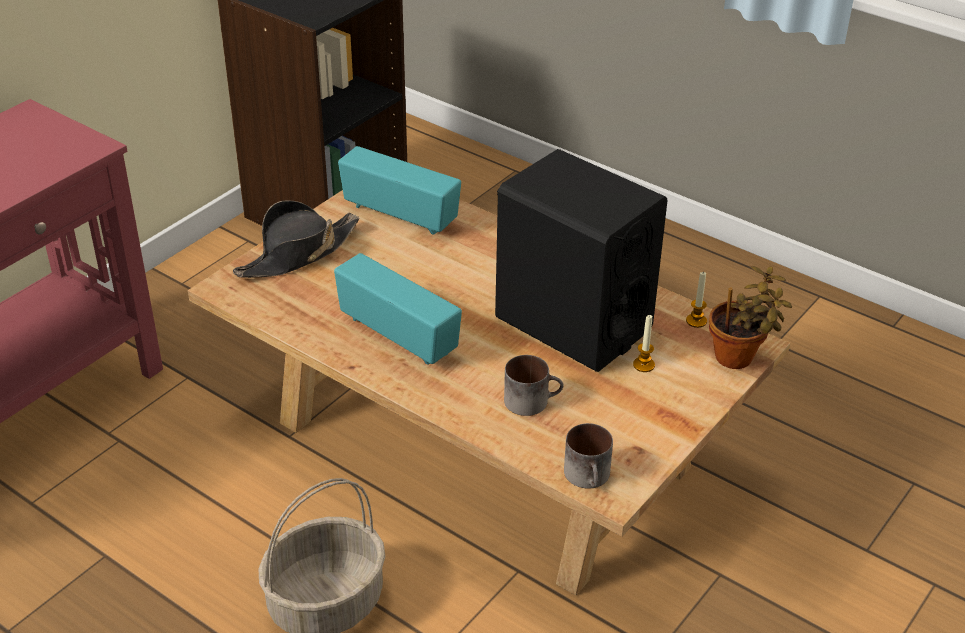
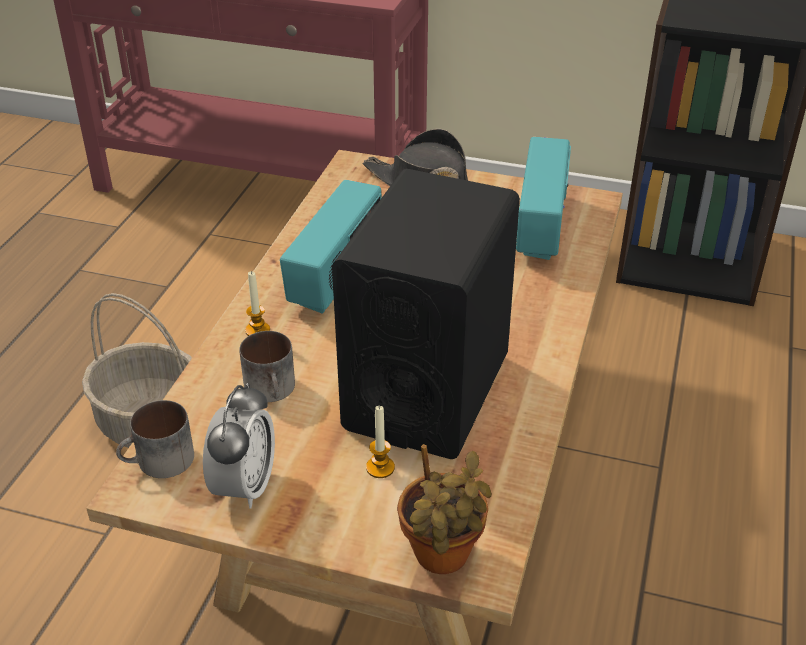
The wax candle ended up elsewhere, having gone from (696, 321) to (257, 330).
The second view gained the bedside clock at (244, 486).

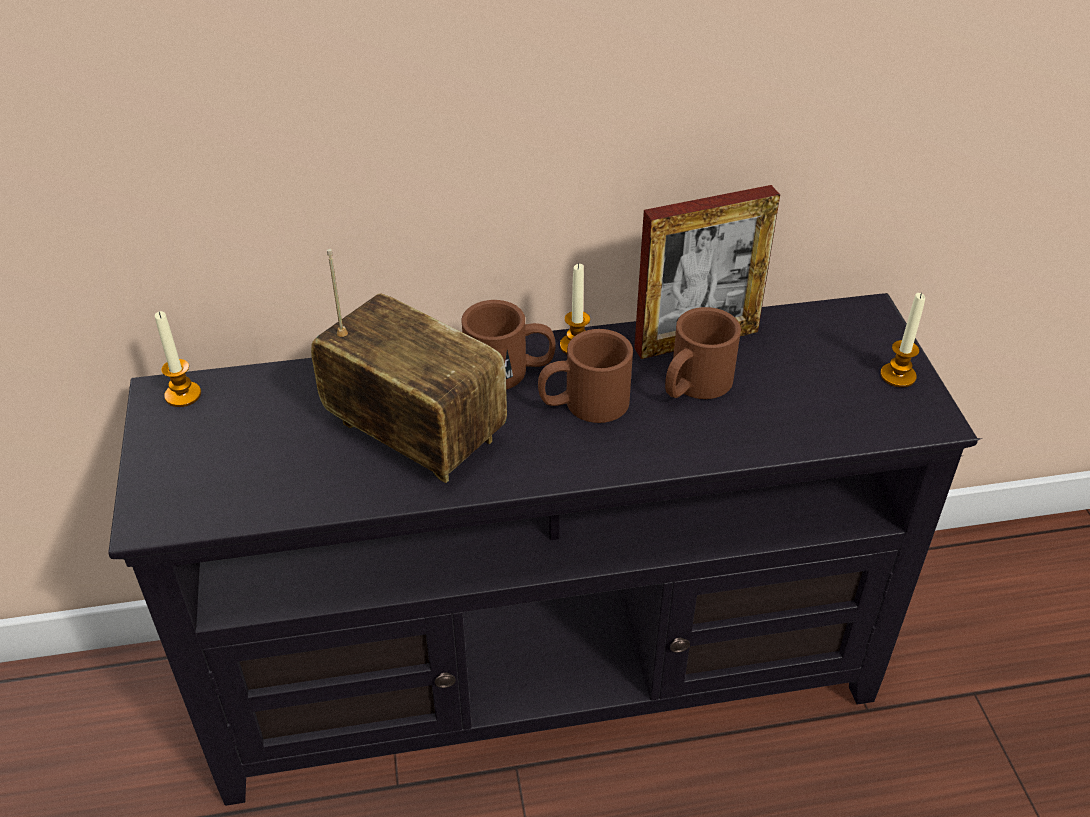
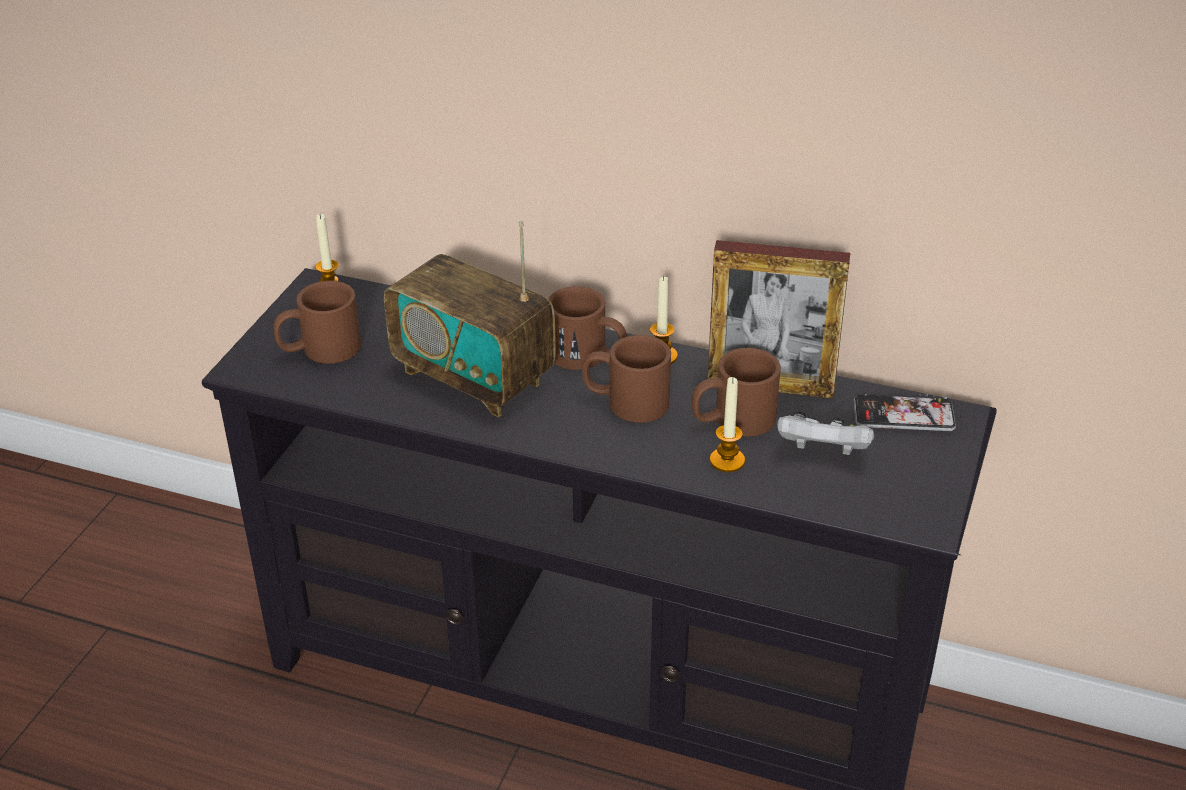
The radio at (415, 434) ended up facing another way, 150 degrees clockwise from before.
The wax candle ended up elsewhere, having gone from (898, 376) to (727, 461).
The second view gained the mug/brown at (319, 350).
The second view gained the phone at (903, 415).
The second view gained the game controller/white-coloured at (823, 453).

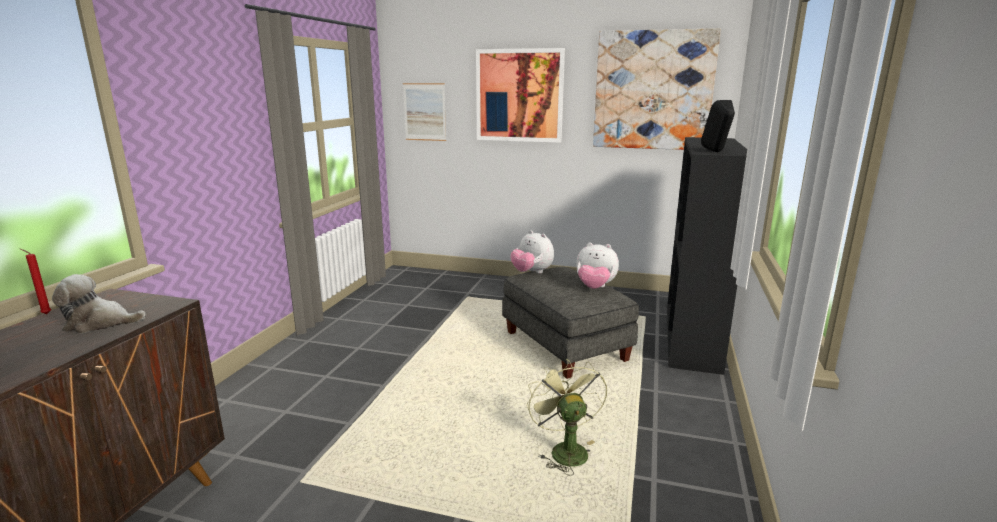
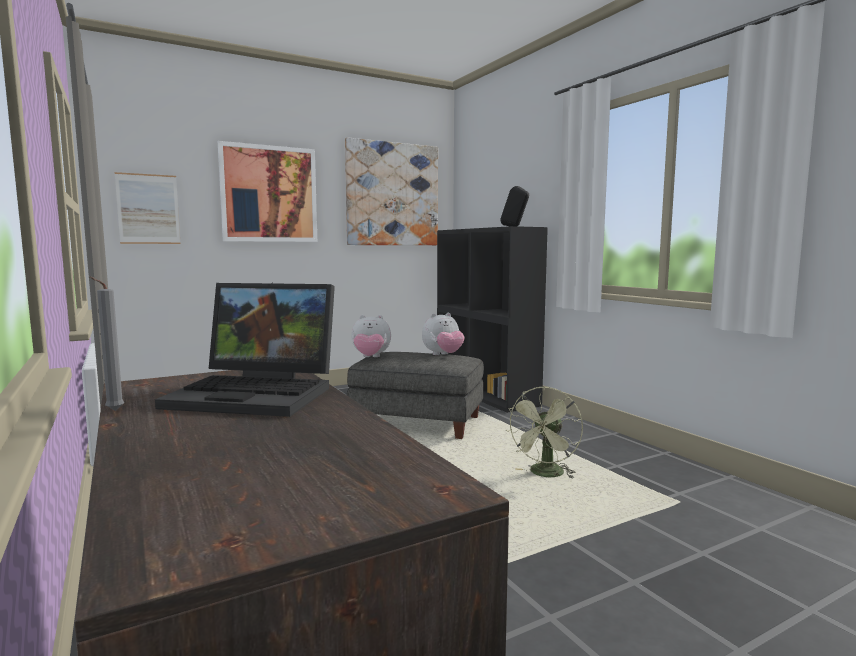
What was the wax candle/reddish at (45, 314) turned into the wax candle/grey at (112, 411).
Where the cuddly toy stood at (100, 323), the portable computer came to stand at (260, 394).
The electric fan/green-coloured at (564, 449) ended up facing another way, 90 degrees counterclockwise from before.

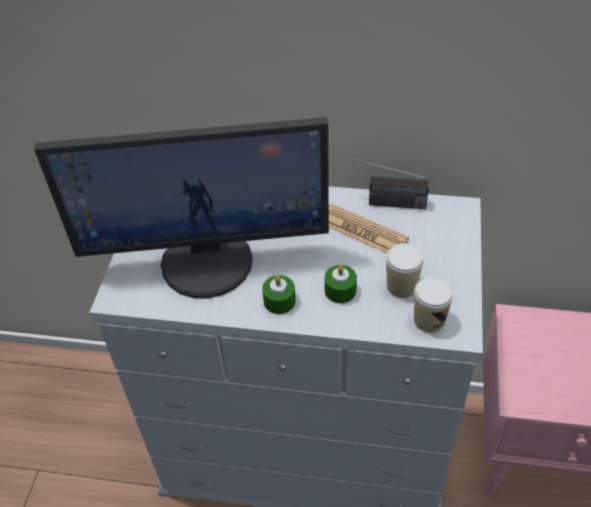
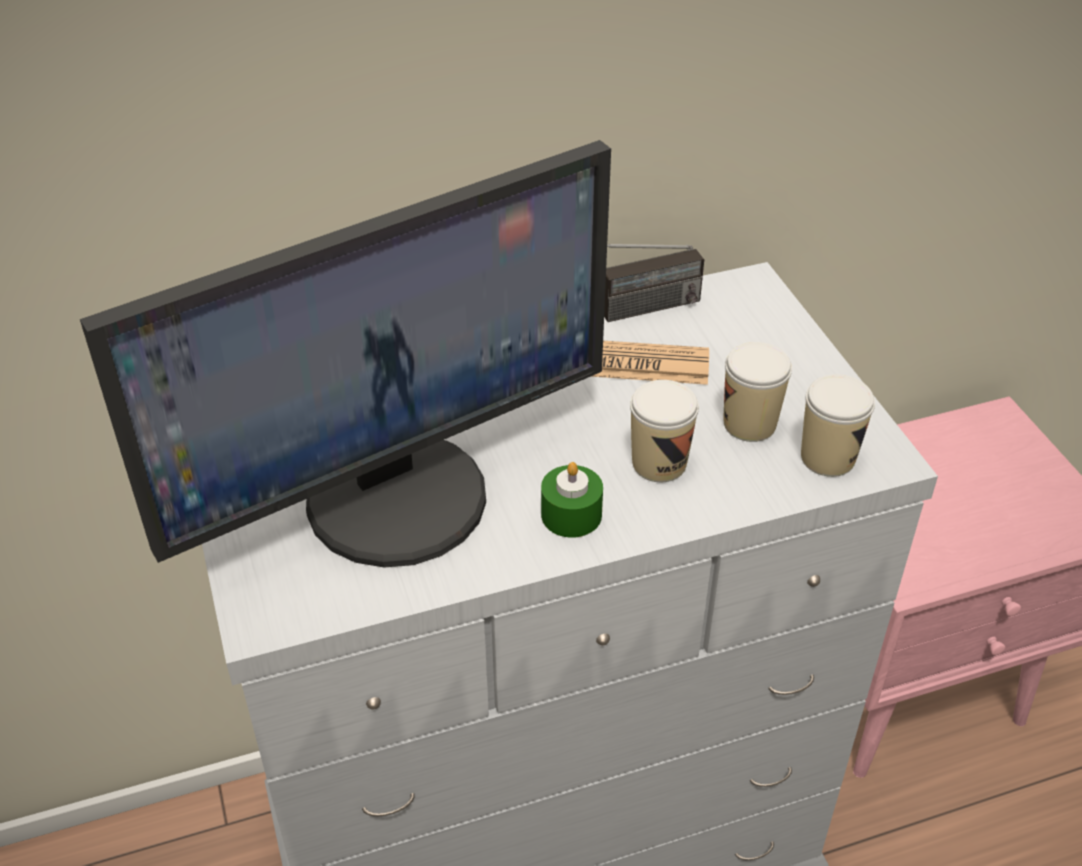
Where the wax candle/green-coloured stood at (340, 290), the small cup came to stand at (659, 463).

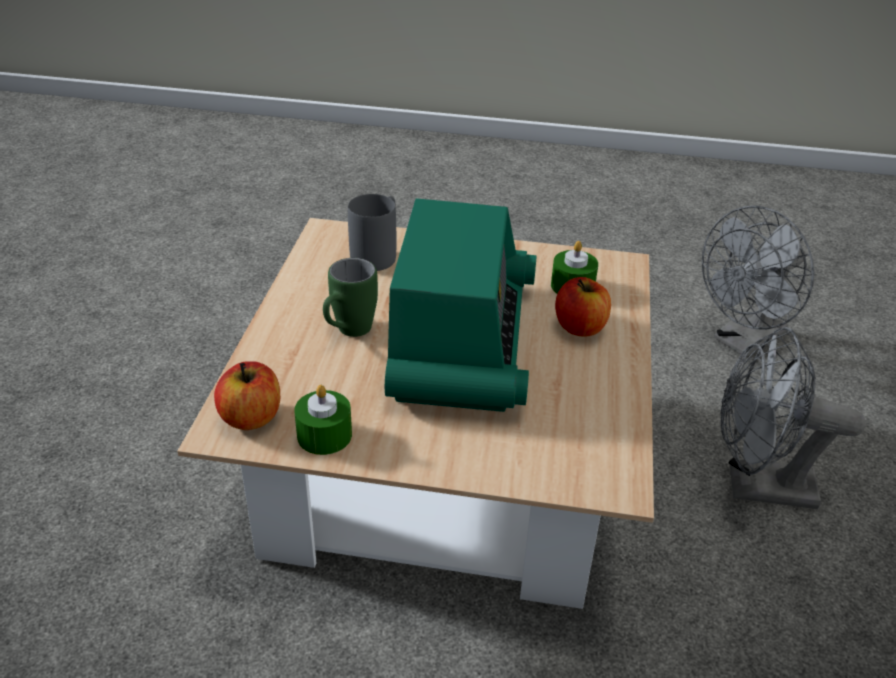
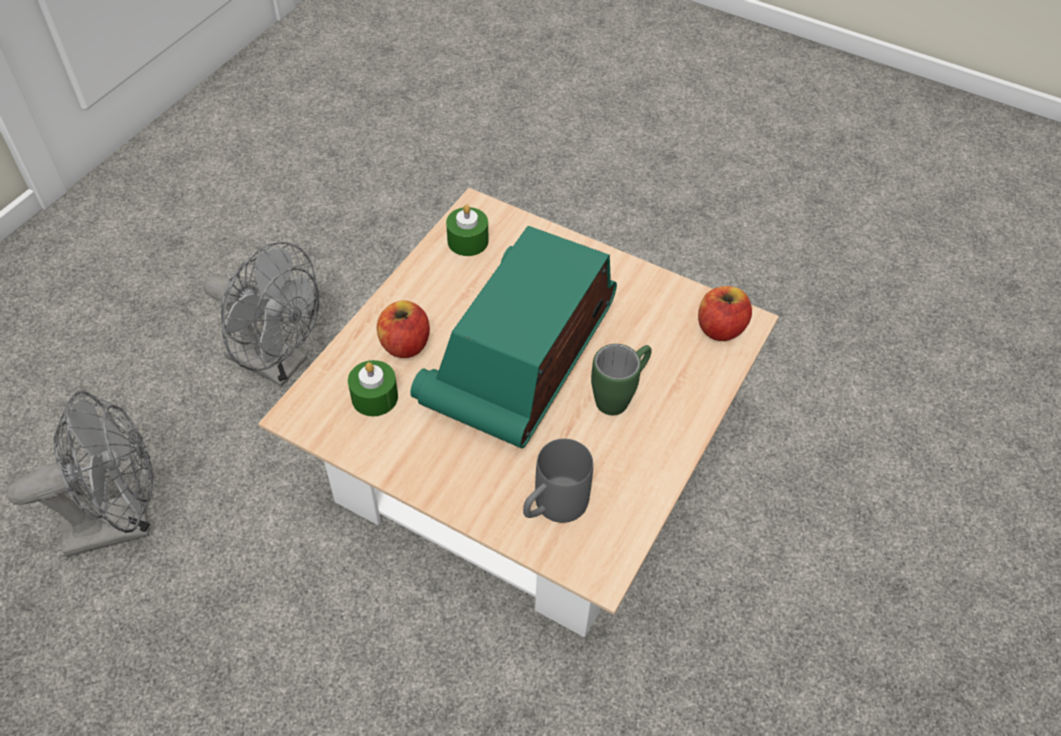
The wax candle/green-coloured ended up elsewhere, having gone from (324, 435) to (468, 241).

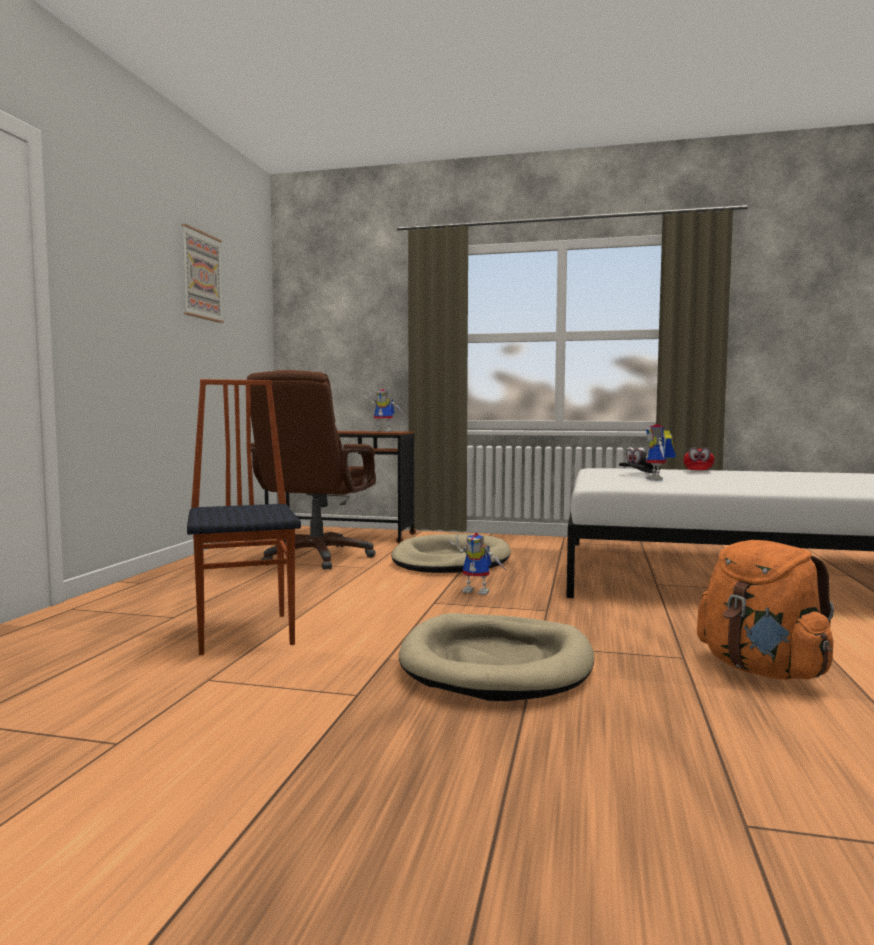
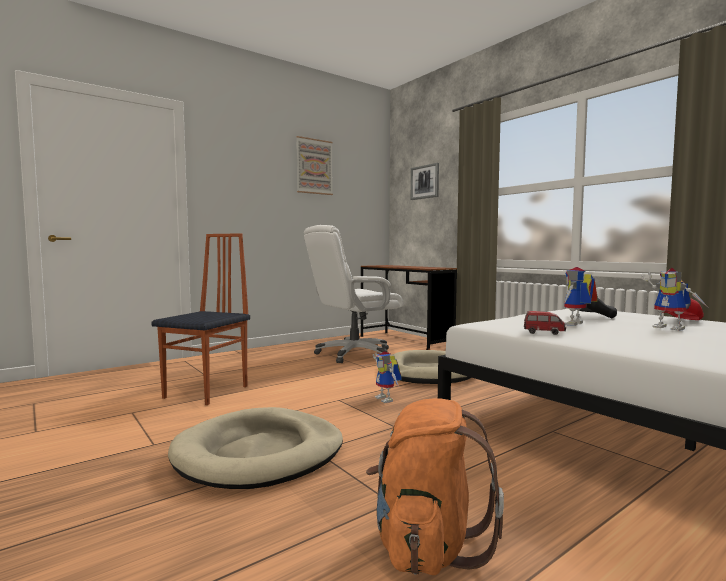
What was the desk chair/brown at (316, 557) turned into the desk chair/white-coloured at (353, 354).
The toy robot ended up elsewhere, having gone from (385, 431) to (672, 328).
The second view gained the wall art at (425, 182).
The second view gained the model car at (544, 333).

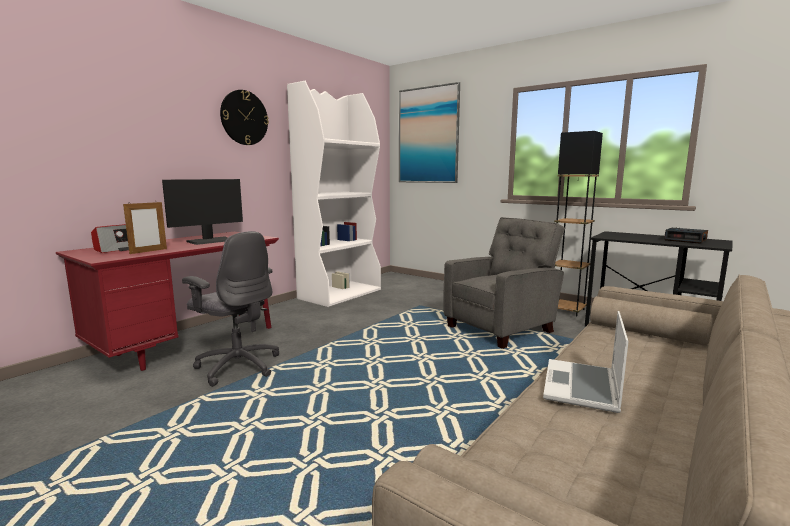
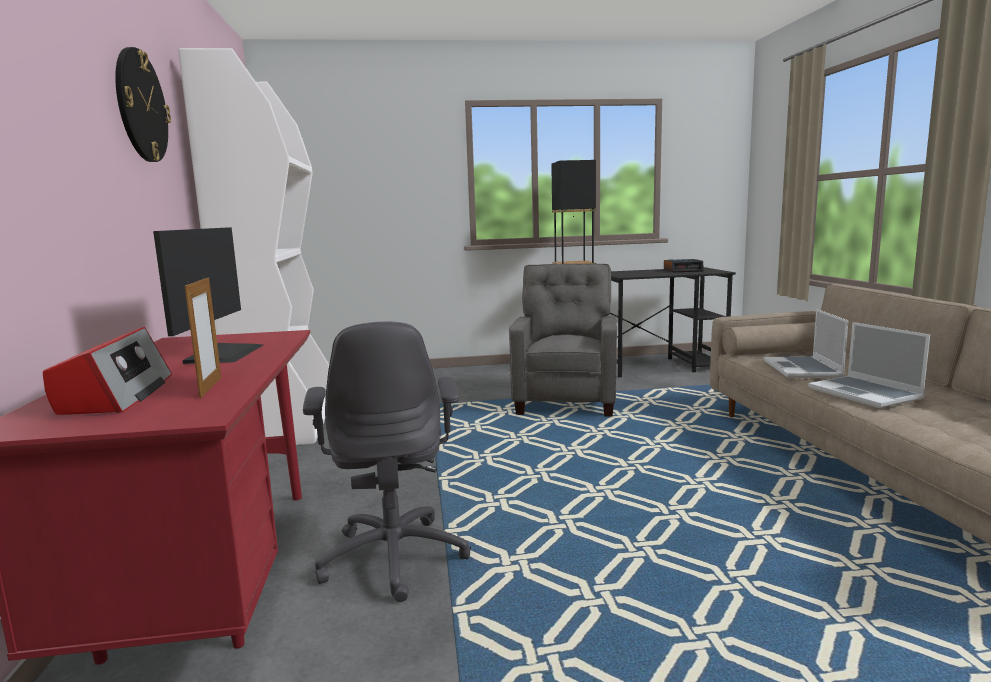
The second view lost the wall art at (428, 135).
The desk chair/grey at (238, 366) ended up facing another way, 90 degrees clockwise from before.
The second view gained the portable computer at (803, 369).

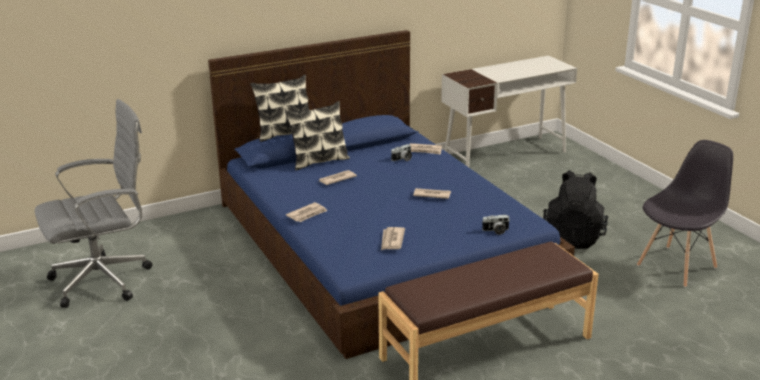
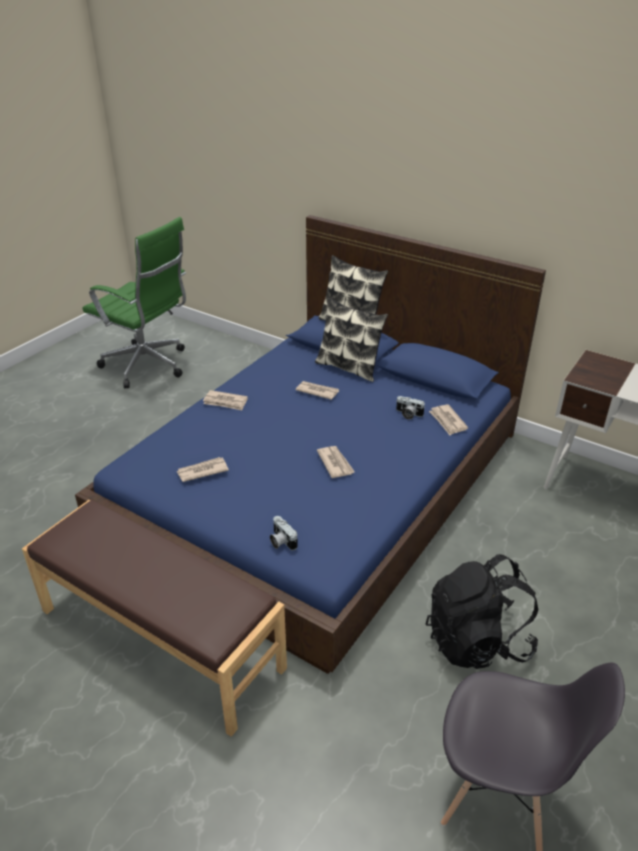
What was the desk chair/grey at (105, 280) turned into the desk chair/green-coloured at (148, 366).

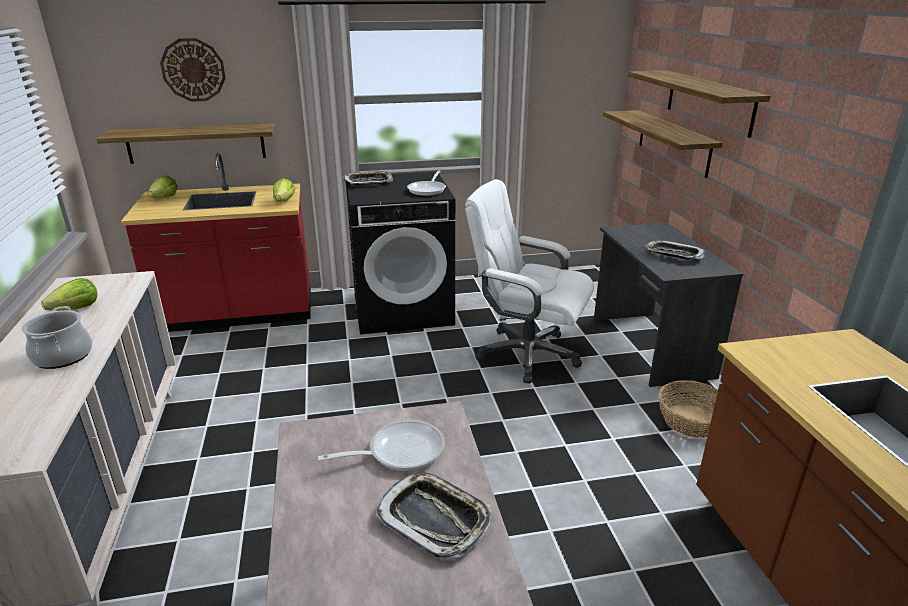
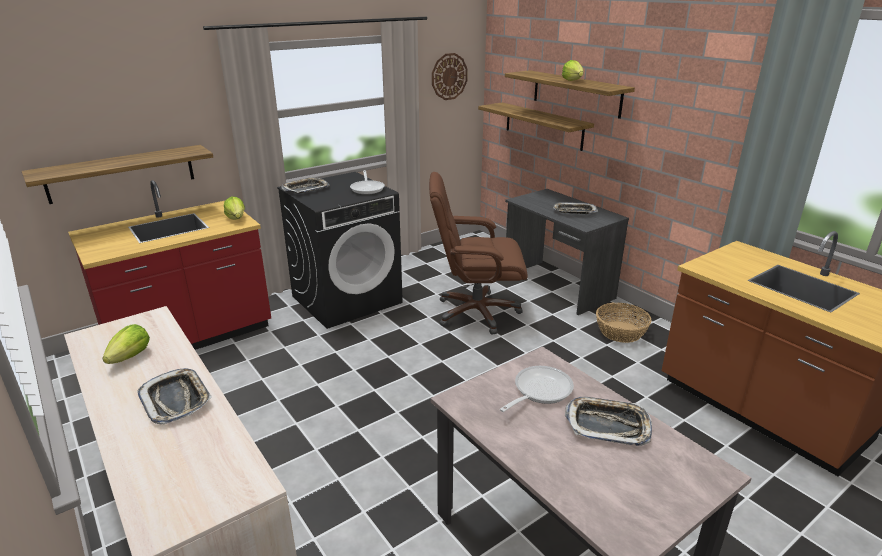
The clock on the wall ended up elsewhere, having gone from (193, 70) to (449, 76).
The lettuce head ended up elsewhere, having gone from (165, 198) to (572, 81).
What was the desk chair/white-coloured at (526, 354) turned into the desk chair/brown at (476, 312).
Where the cooking pot stood at (63, 356), the carrying tray came to stand at (176, 400).

